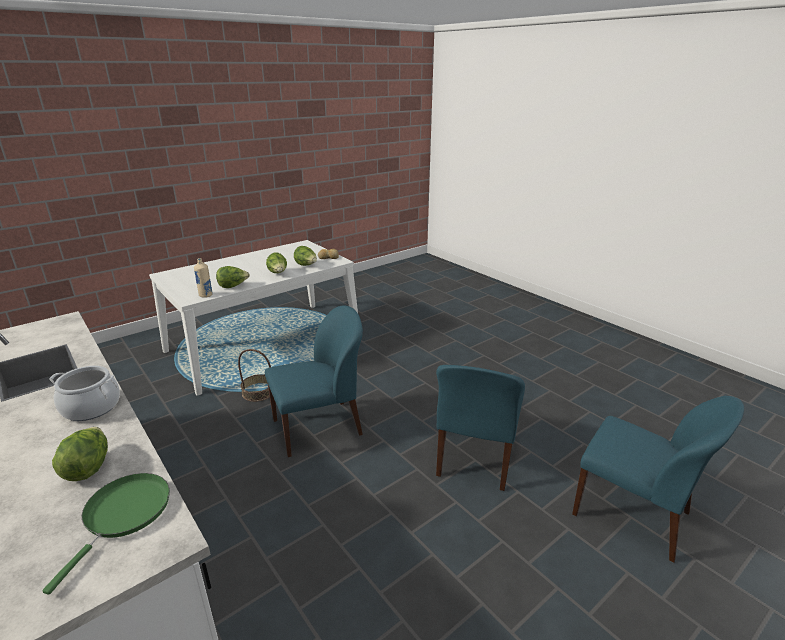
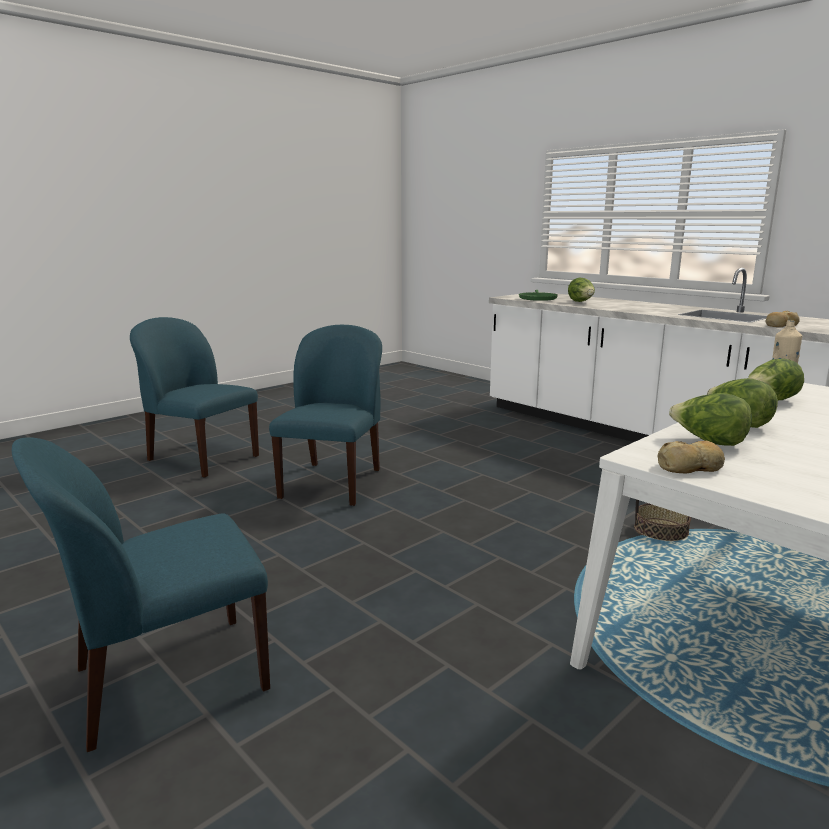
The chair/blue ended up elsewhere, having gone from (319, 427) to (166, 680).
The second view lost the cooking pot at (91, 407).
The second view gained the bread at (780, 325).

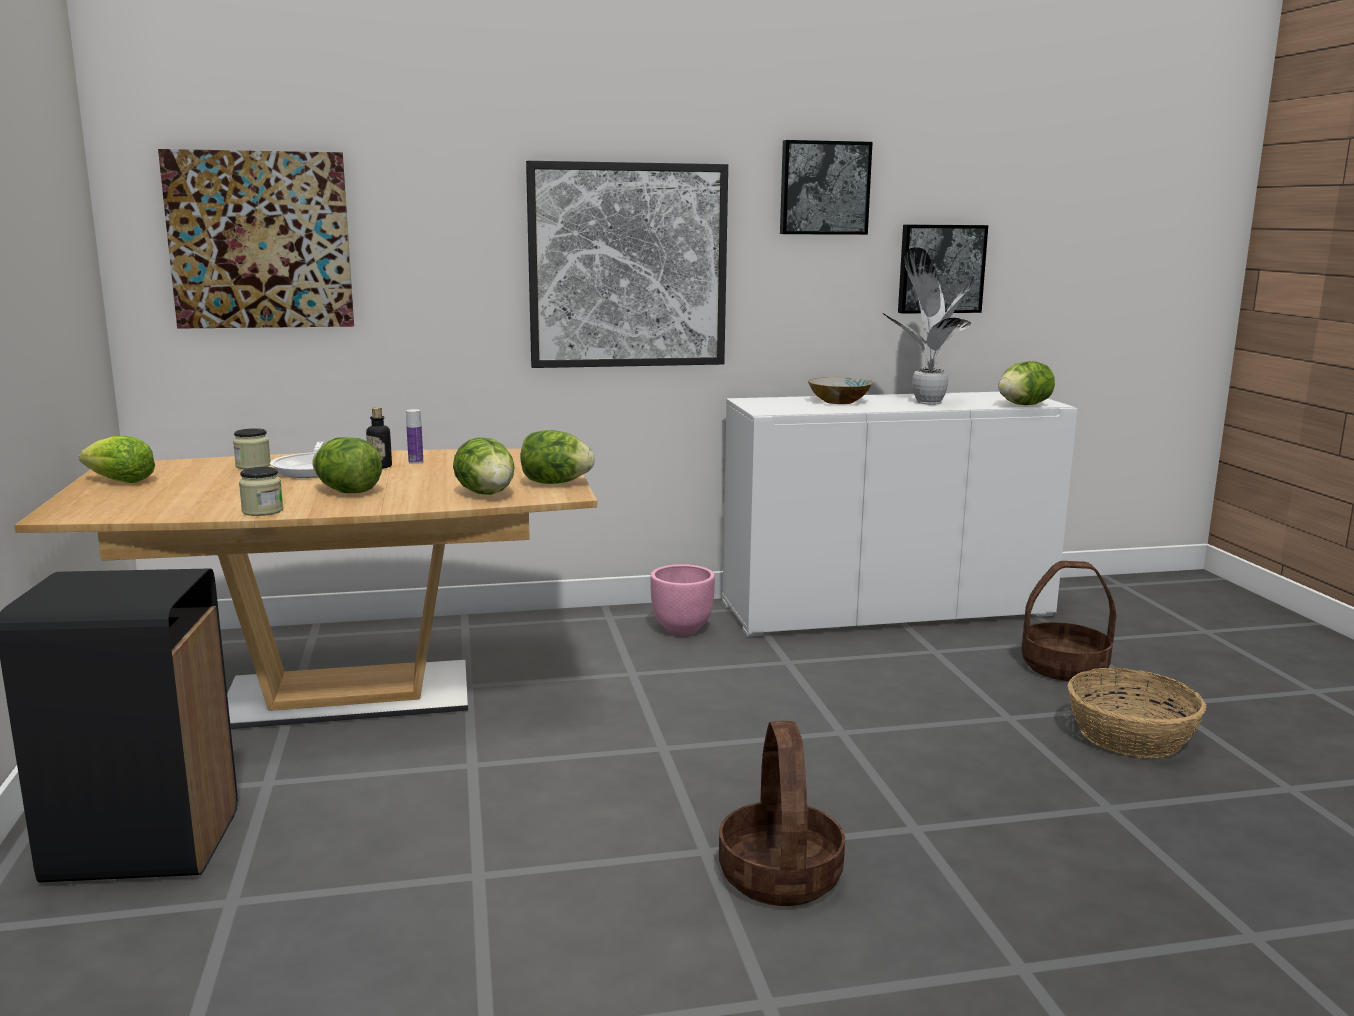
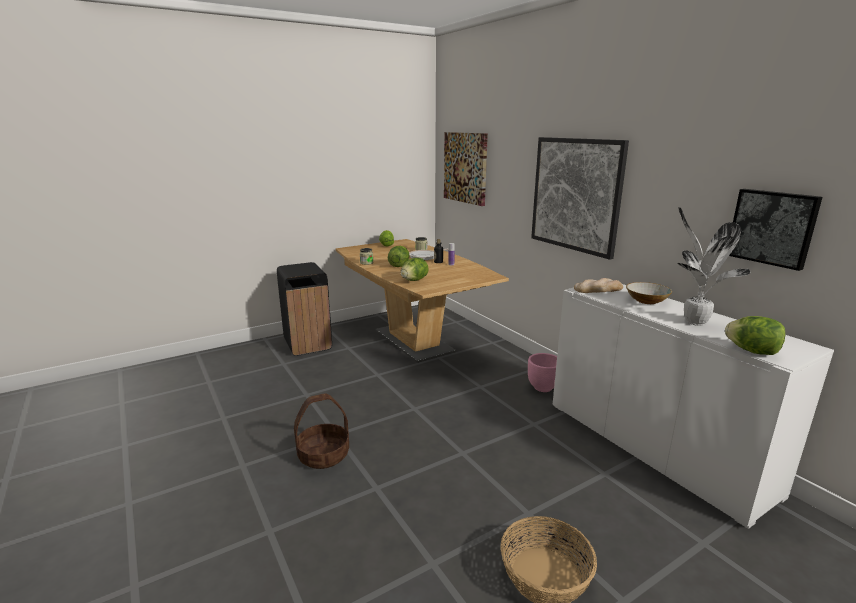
The second view lost the wall art at (824, 188).
The second view lost the lettuce head at (555, 483).
The second view lost the basket at (1064, 667).
The second view gained the bread at (598, 289).

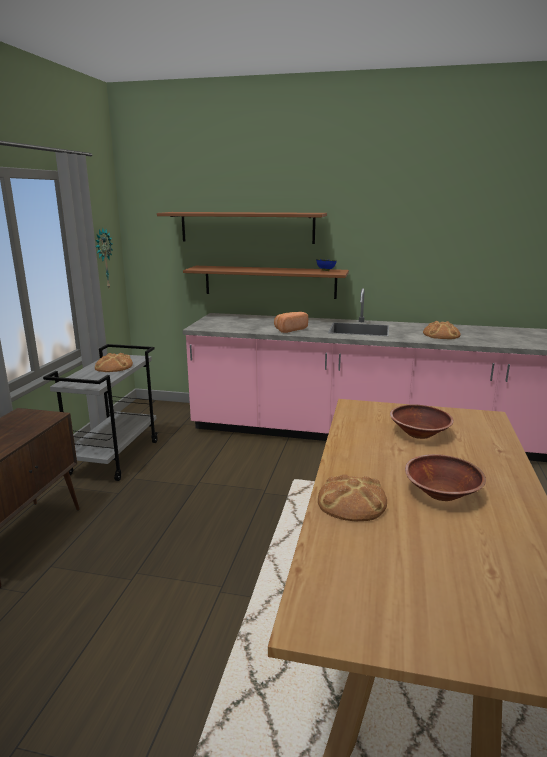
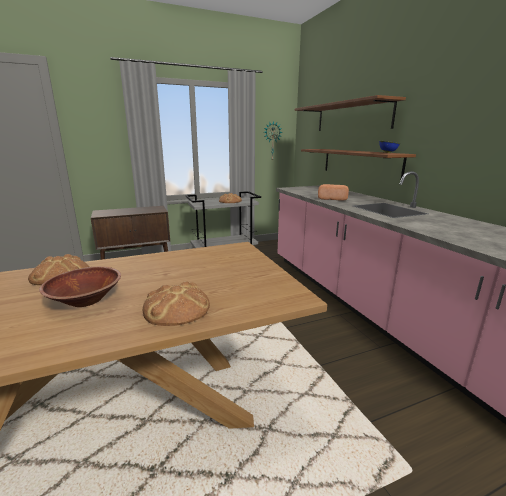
The bread ended up elsewhere, having gone from (441, 334) to (177, 308).
The second view lost the serving bowl/brown at (419, 433).

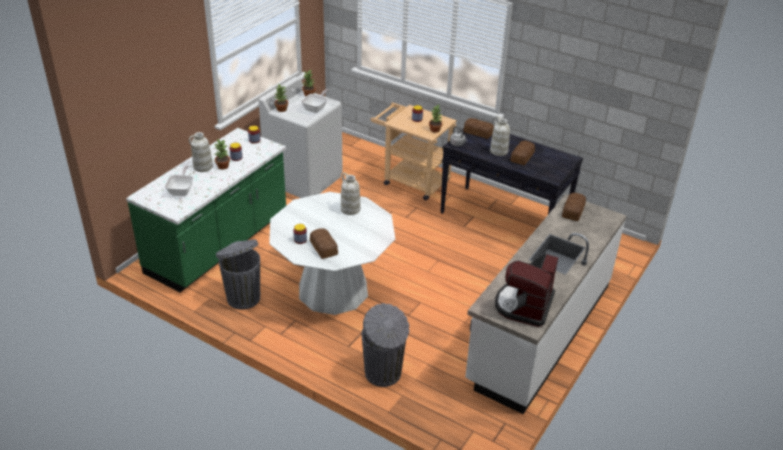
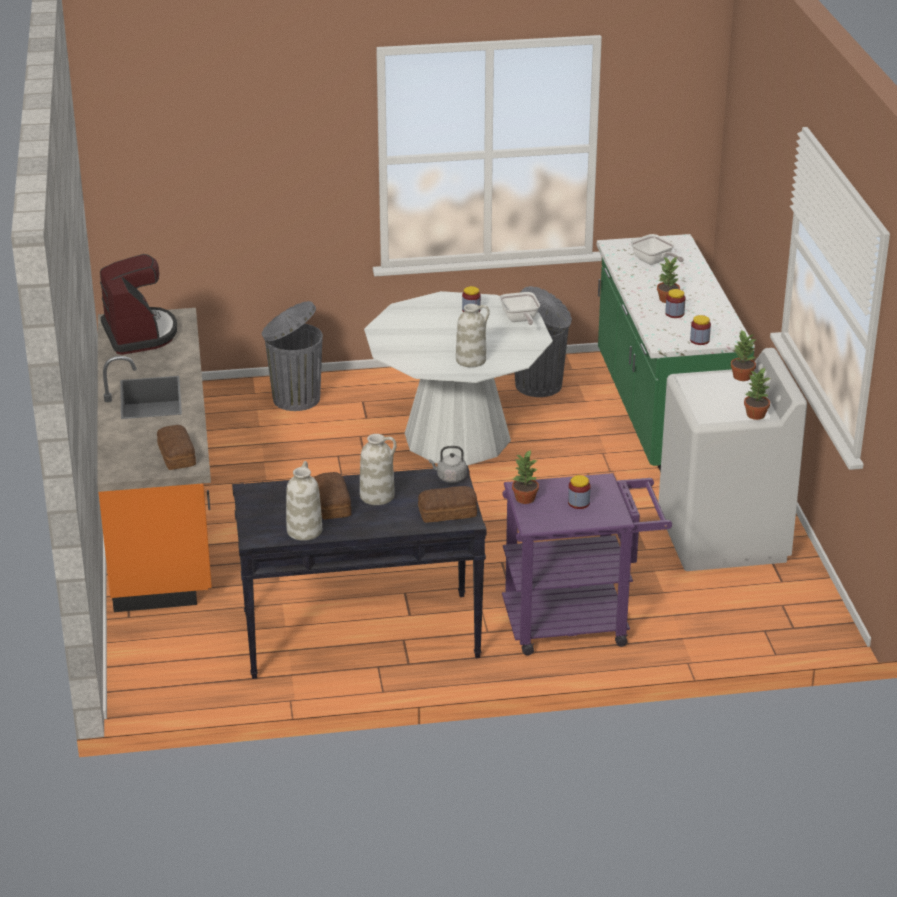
The pan ended up elsewhere, having gone from (316, 108) to (520, 320).
What was the wheeled cart/beige-coloured at (411, 180) turned into the wheeled cart/purple-coloured at (578, 622).
The decorative vase/white-coloured ended up elsewhere, having gone from (202, 167) to (304, 530).
What was the kitchen base unit/white-coloured at (539, 332) turned into the kitchen base unit/orange-coloured at (161, 513).
The second view lost the bread at (324, 247).

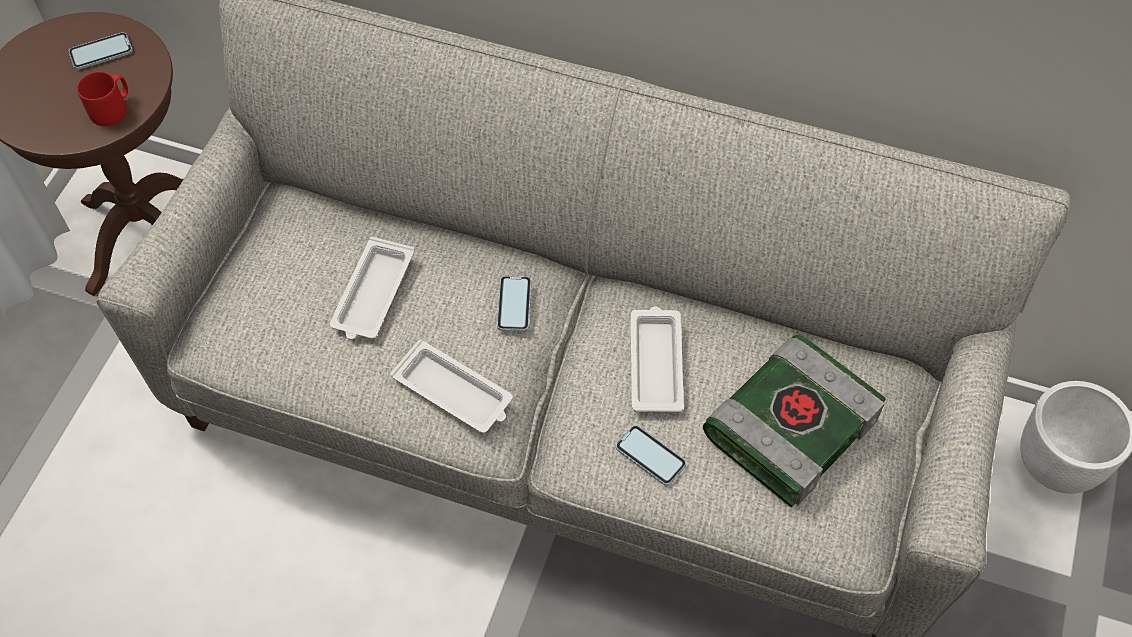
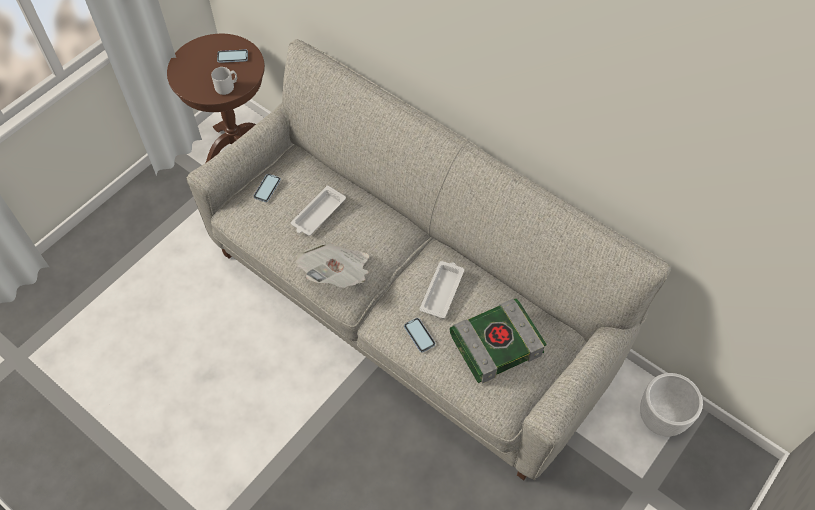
What was the mug/reddish at (112, 109) turned into the mug/grey at (227, 87).
The phone ended up elsewhere, having gone from (514, 304) to (267, 188).
Where the carrying tray/white-coloured stood at (454, 392), the daily paper came to stand at (337, 274).

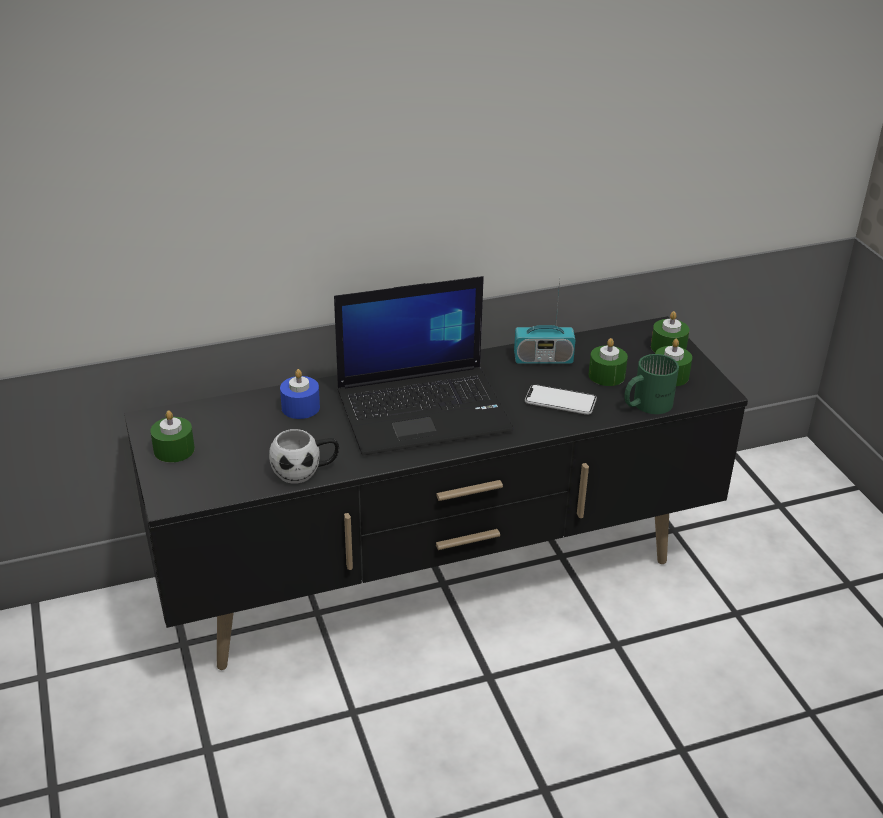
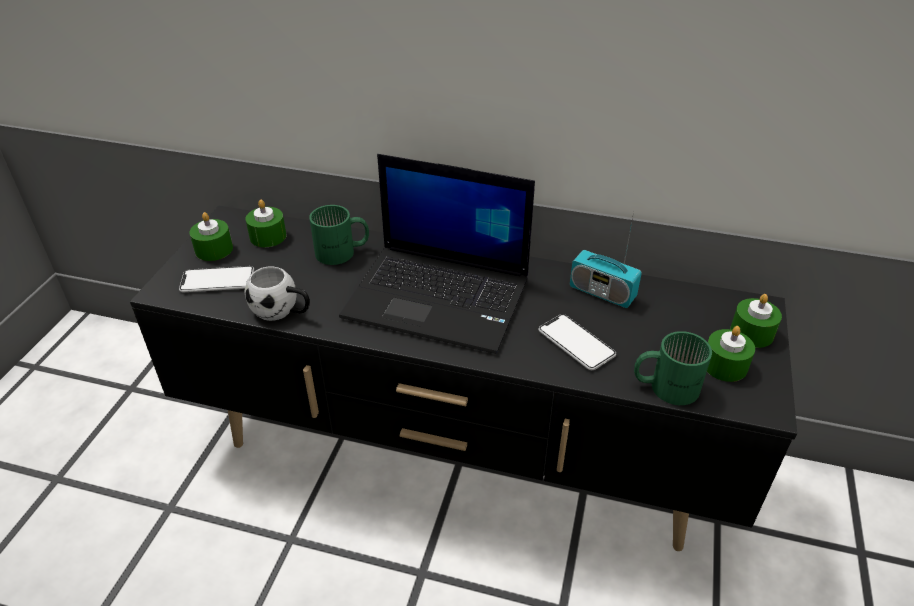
The wax candle/green-coloured ended up elsewhere, having gone from (606, 375) to (268, 236).
Where the wax candle/blue stood at (300, 407), the mug/green-coloured came to stand at (342, 252).
The second view gained the phone at (217, 280).

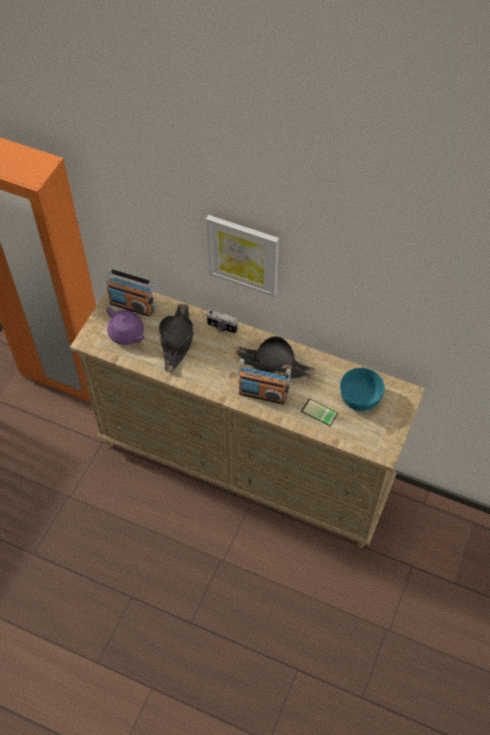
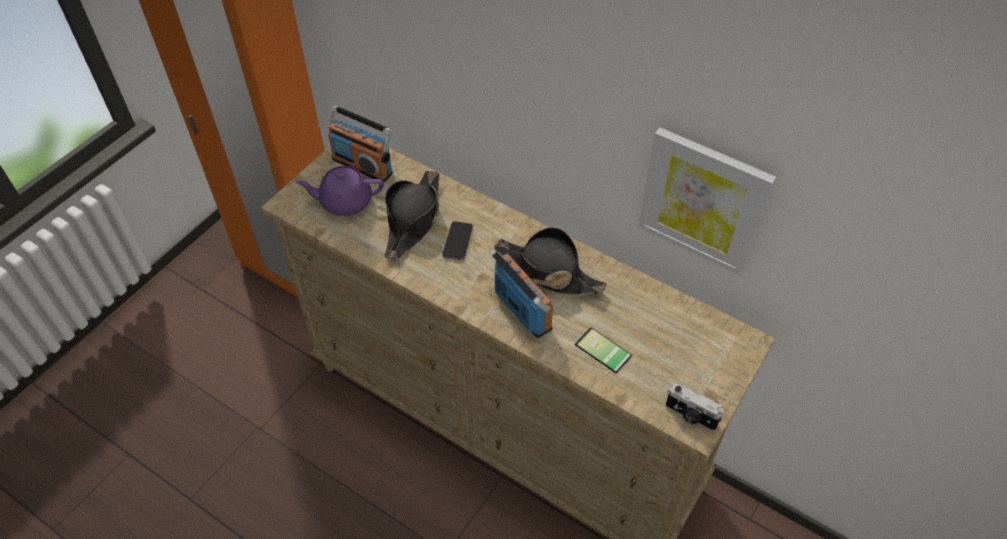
The wall art ended up elsewhere, having gone from (243, 254) to (703, 201).
The teapot/purple-coloured at (127, 334) ended up facing another way, 120 degrees clockwise from before.
The still camera ended up elsewhere, having gone from (222, 327) to (690, 416).
The radio at (263, 393) ended up facing another way, 150 degrees counterclockwise from before.
The second view lost the serving bowl/turquoise-coloured at (359, 397).
The second view gained the phone at (457, 241).

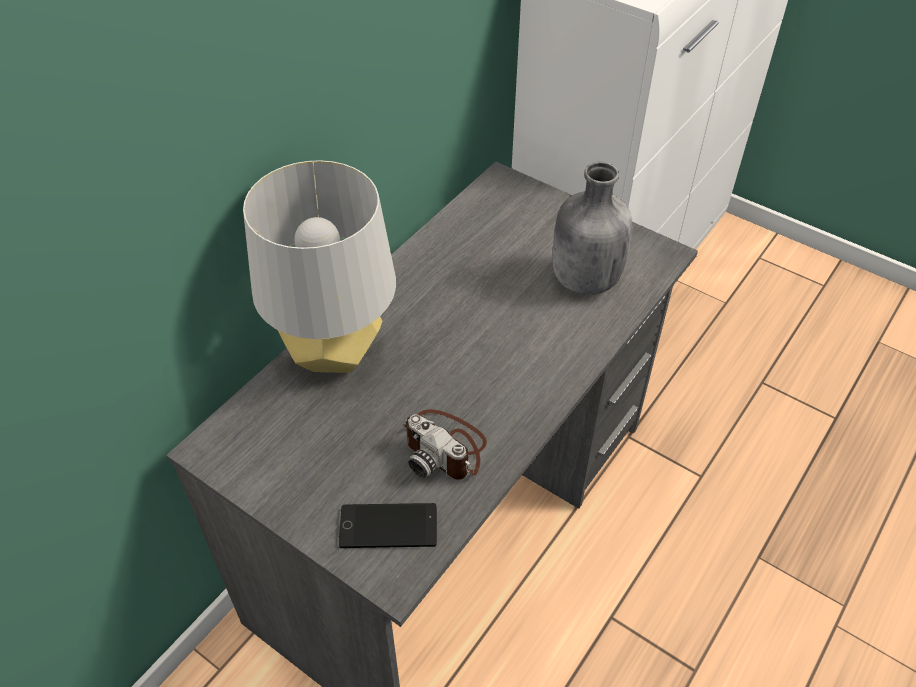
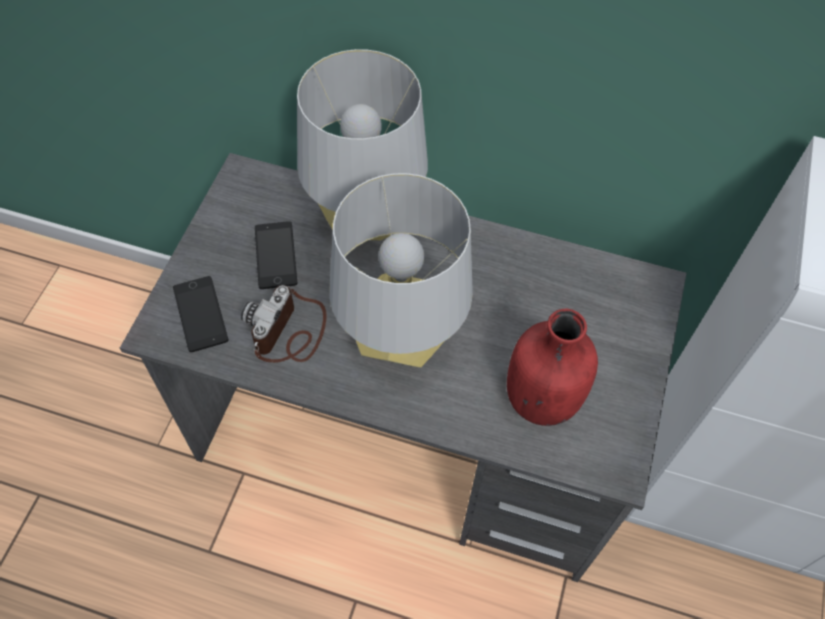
What was the bottle/grey at (583, 280) turned into the bottle/reddish at (541, 397).
The second view gained the lamp for a table/grey at (400, 340).
The second view gained the phone at (275, 255).

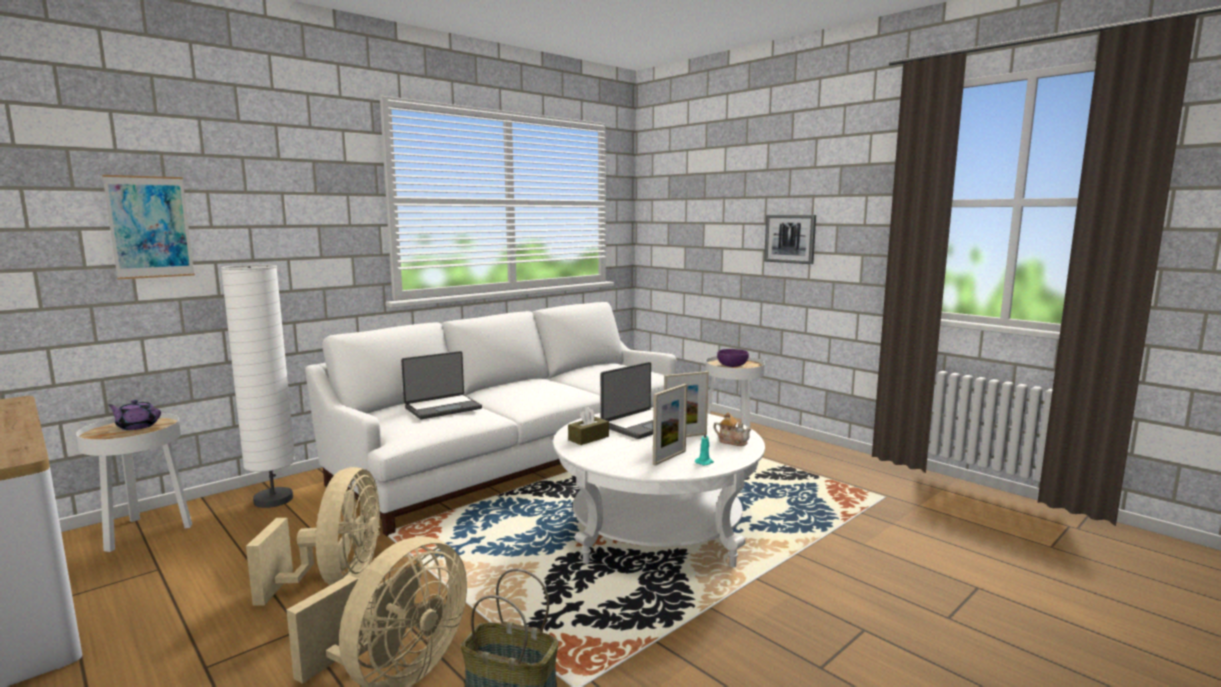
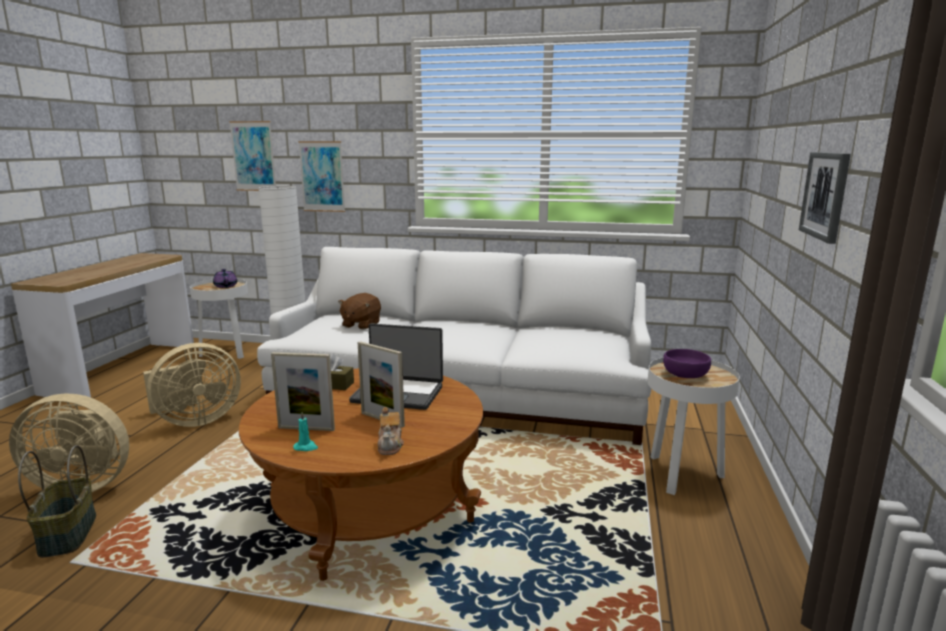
Where the portable computer stood at (442, 408), the cuddly toy/brown came to stand at (361, 324).
What was the low table/white-coloured at (656, 530) turned into the low table/brown at (370, 508).
The second view gained the wall art at (322, 176).

